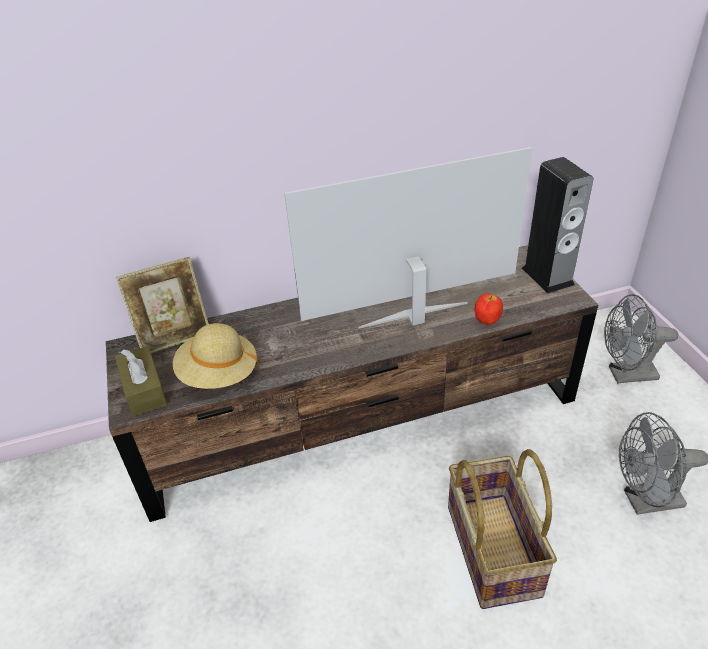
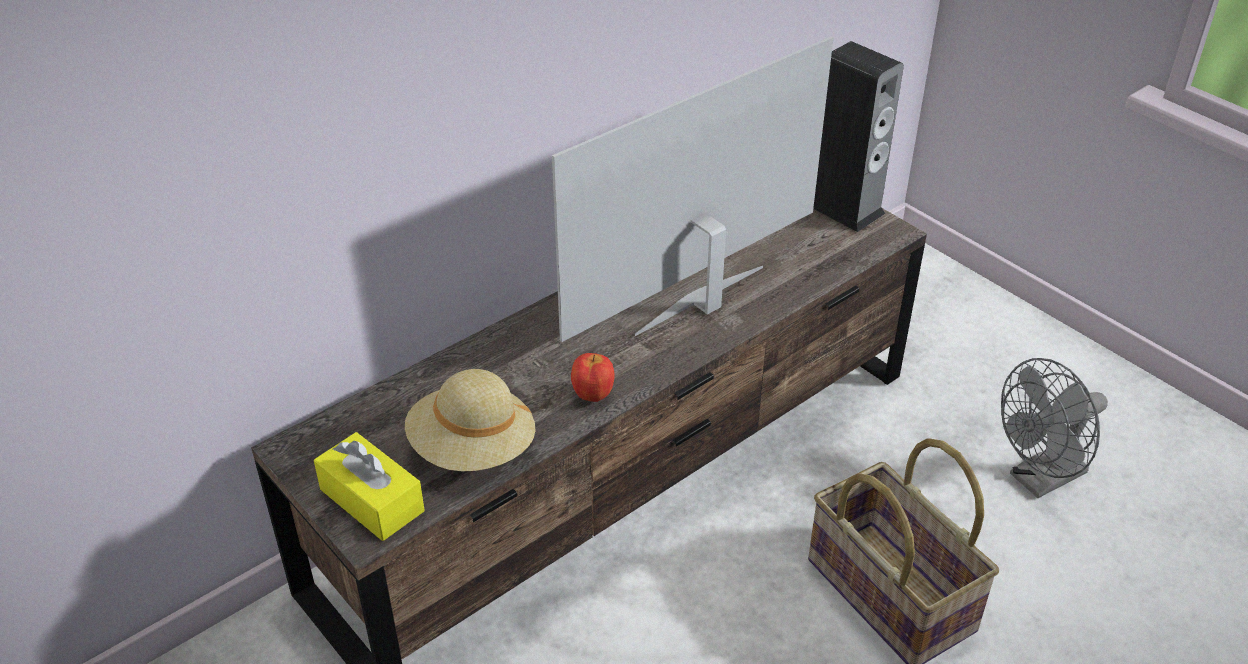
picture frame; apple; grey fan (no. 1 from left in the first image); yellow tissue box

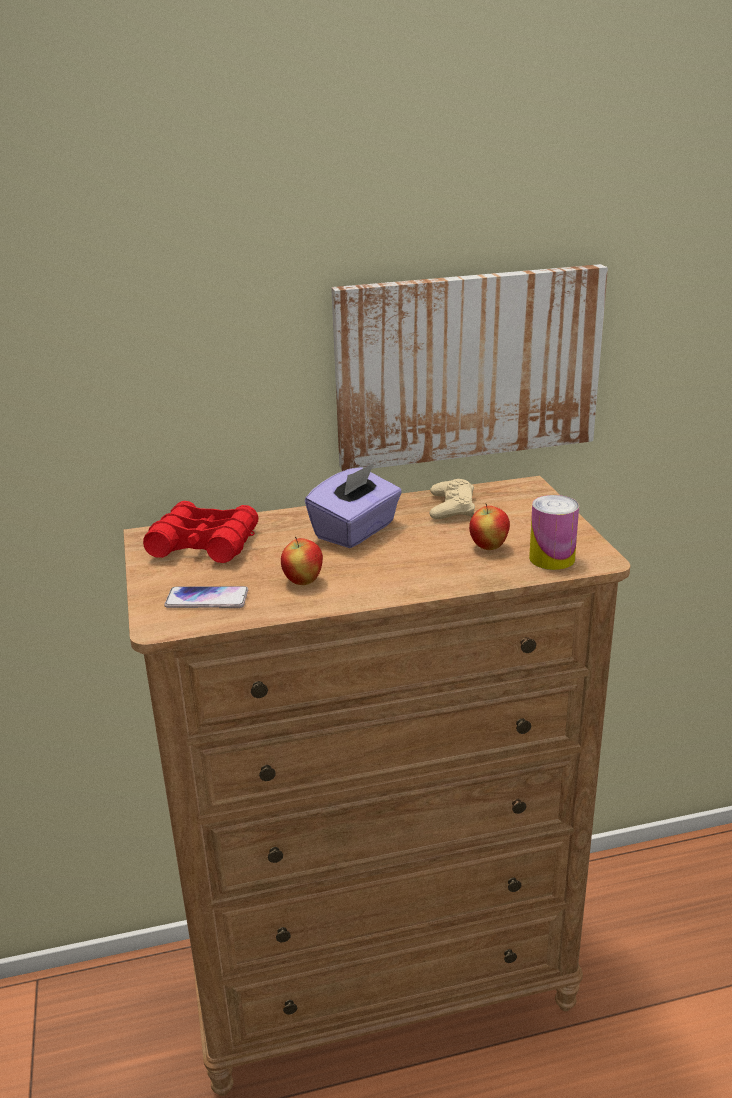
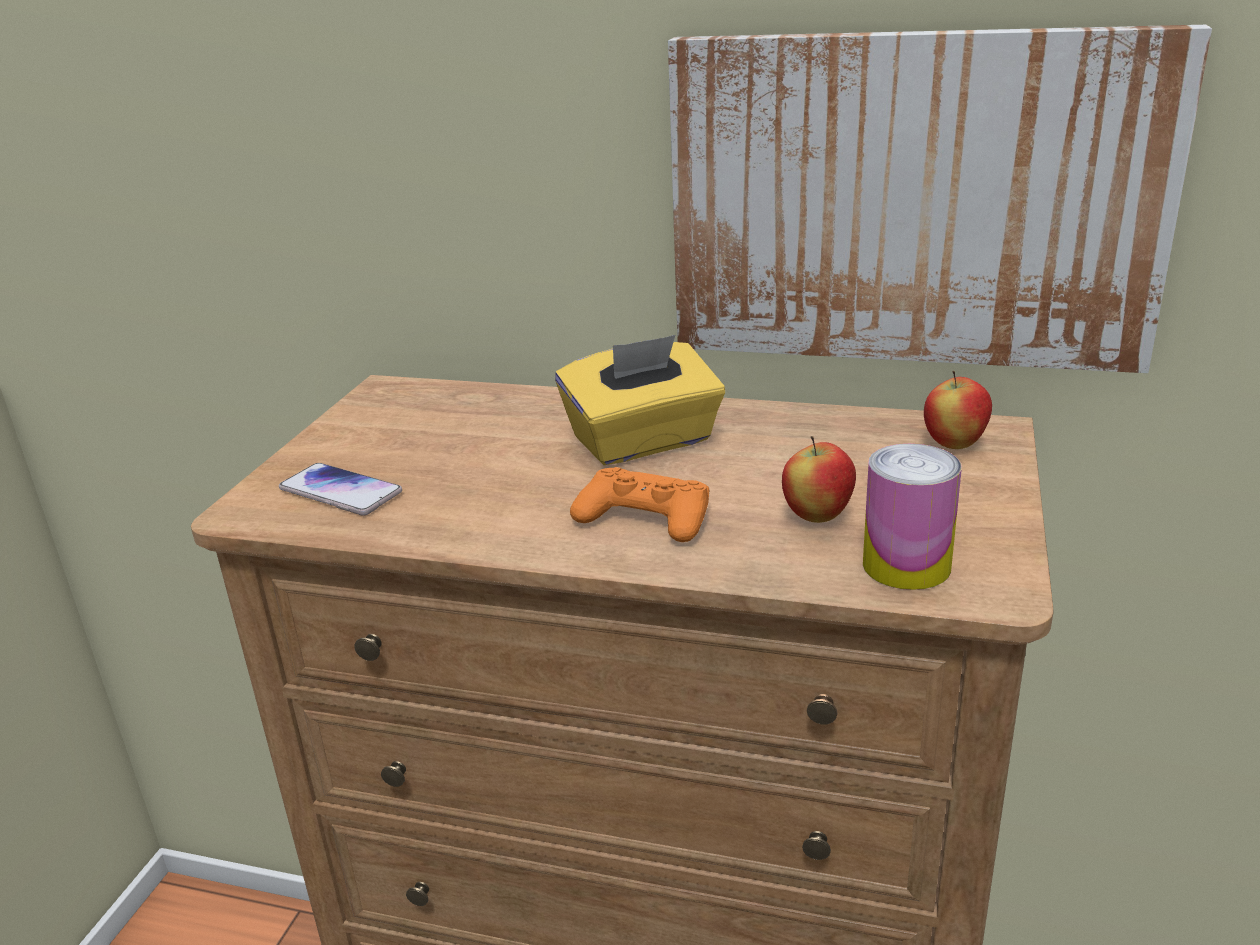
yellow tissue box; beige game controller; red binoculars; apple (no. 2 from left); orange game controller

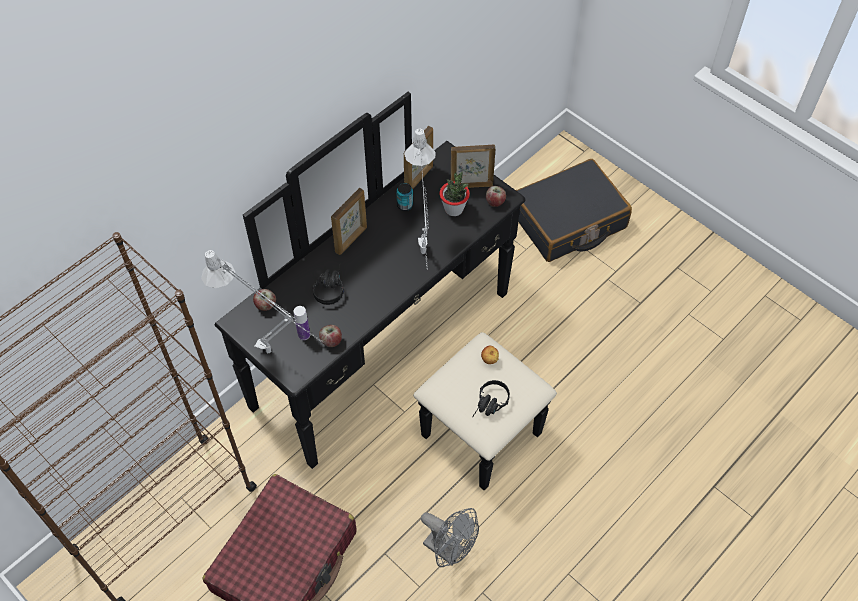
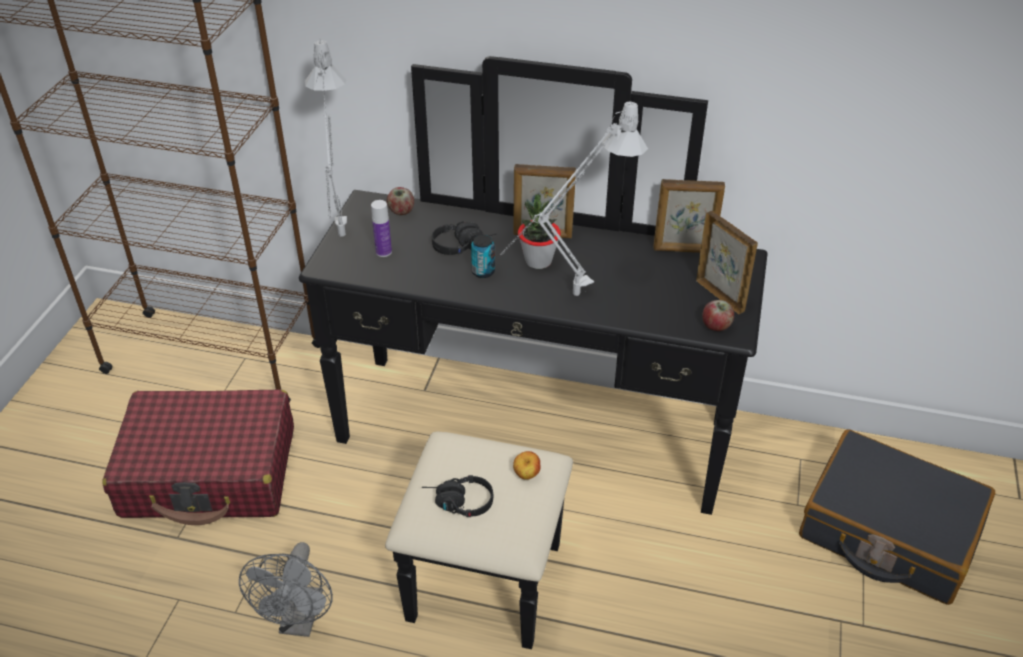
potted plant; can; apple (no. 2 from left in the first image)

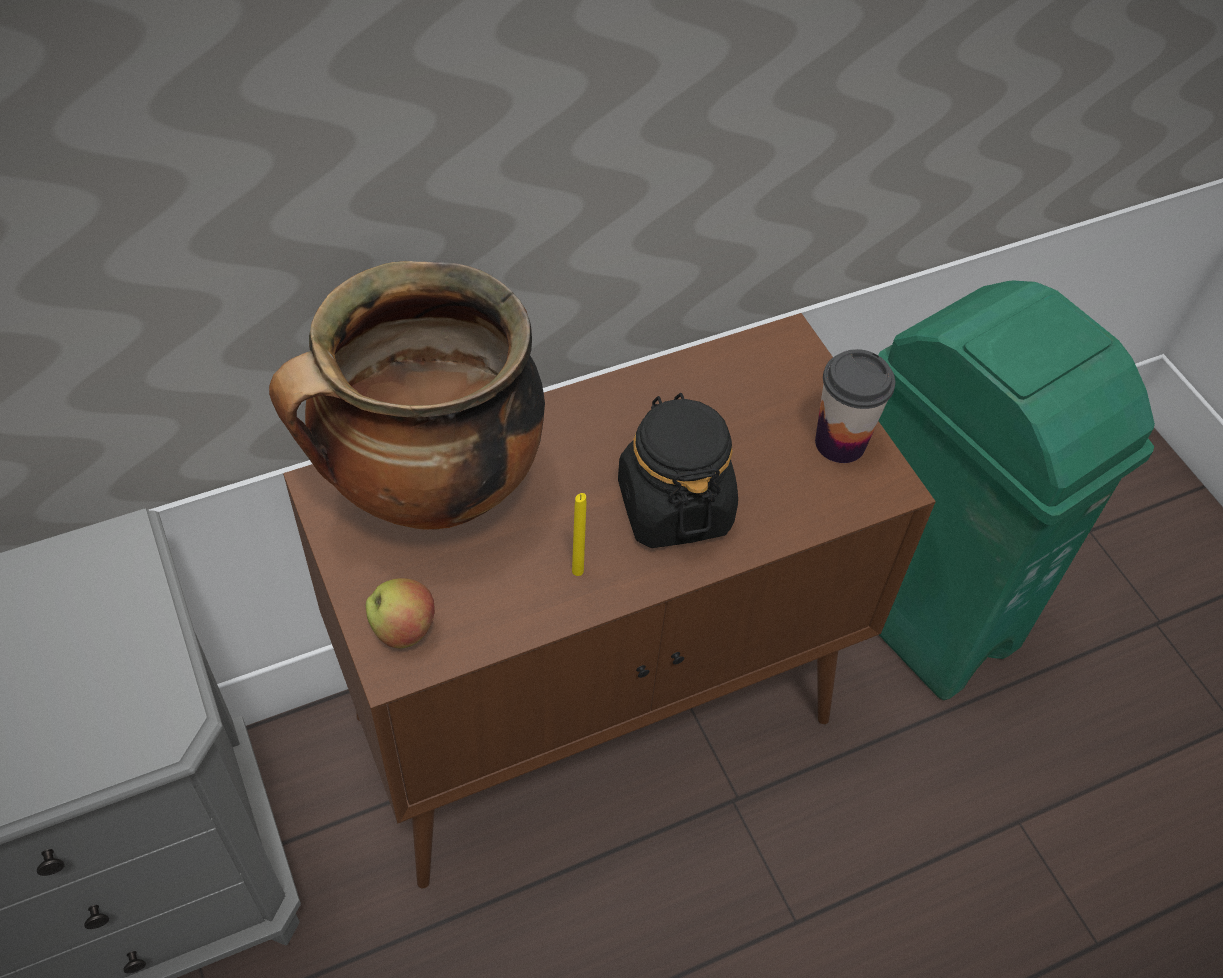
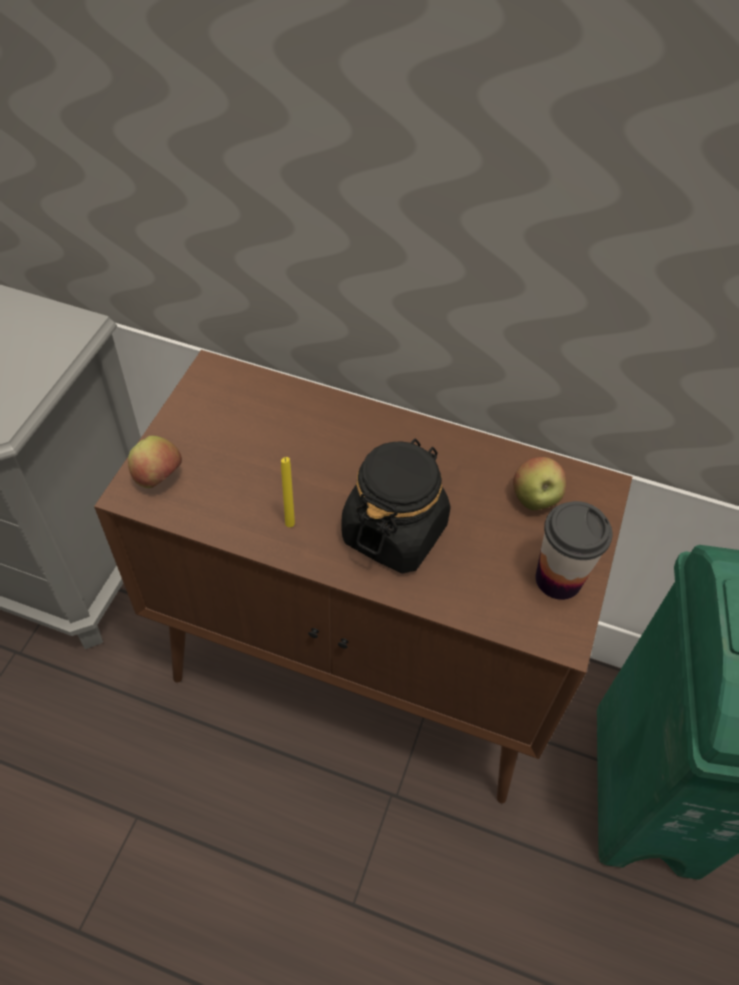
cooking pot; apple (no. 2 from left)

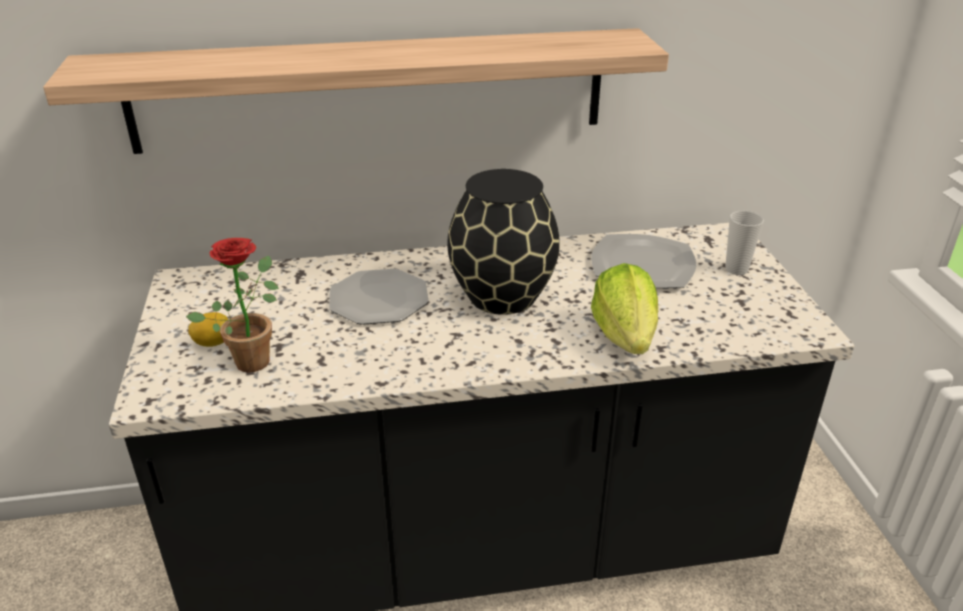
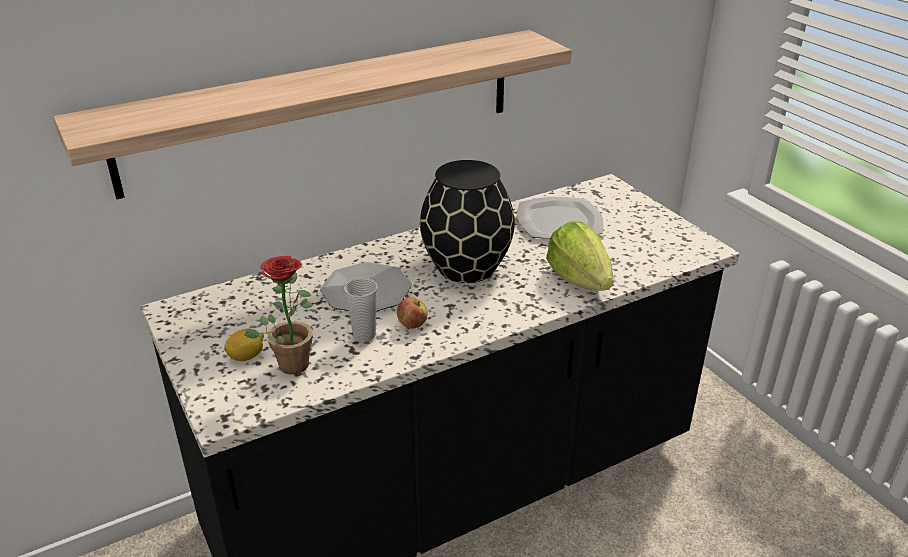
cup; apple

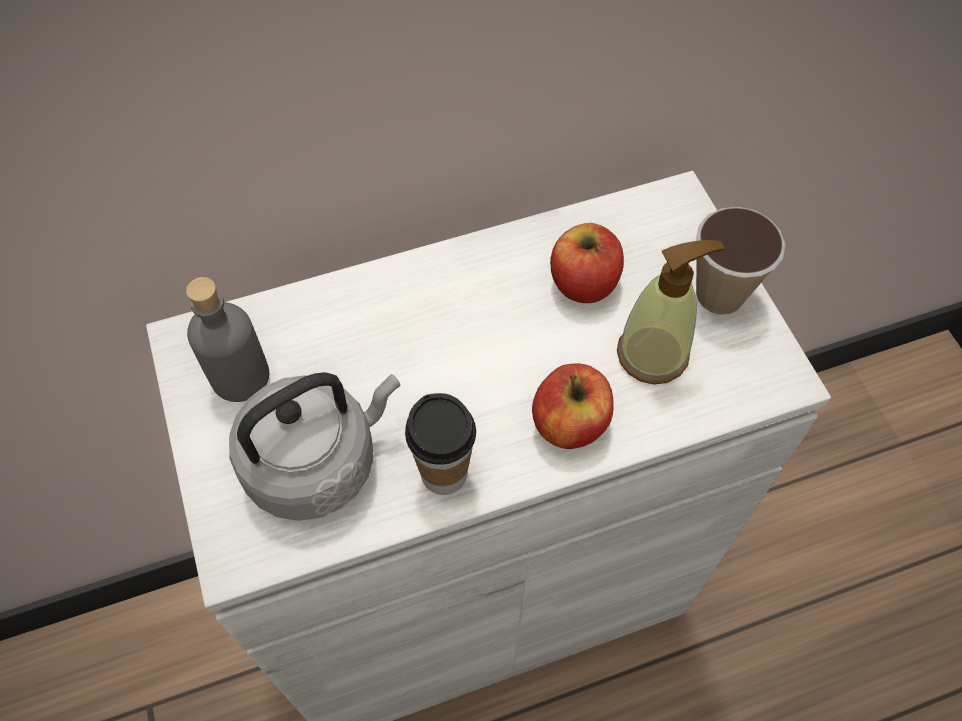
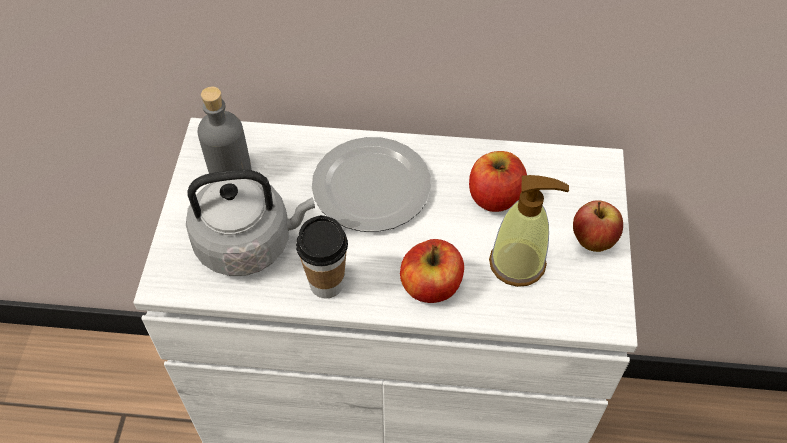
apple (no. 3 from left); plate

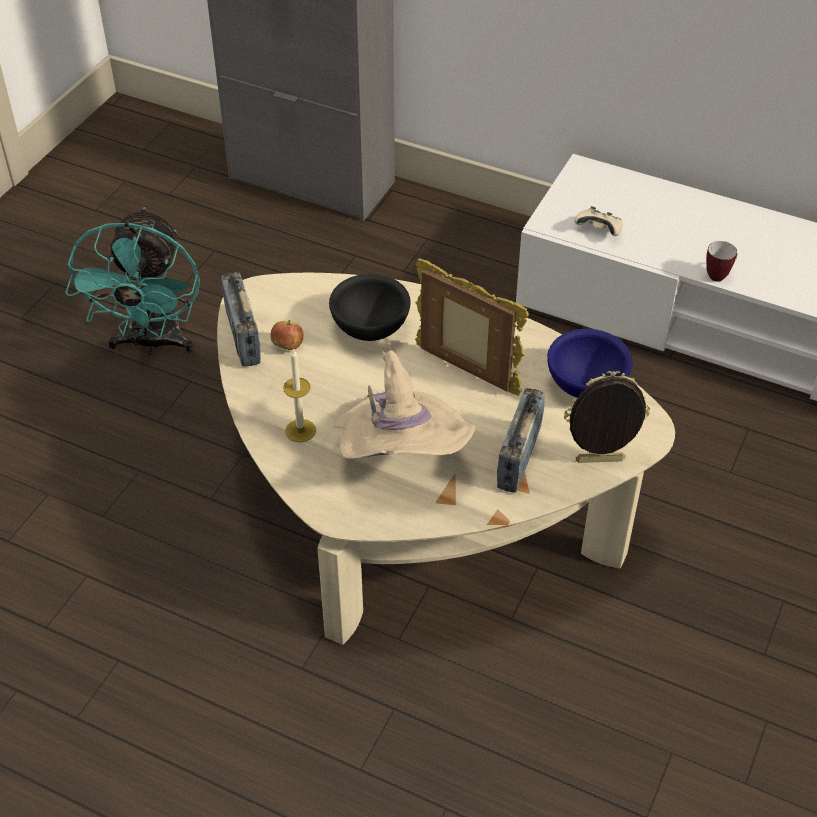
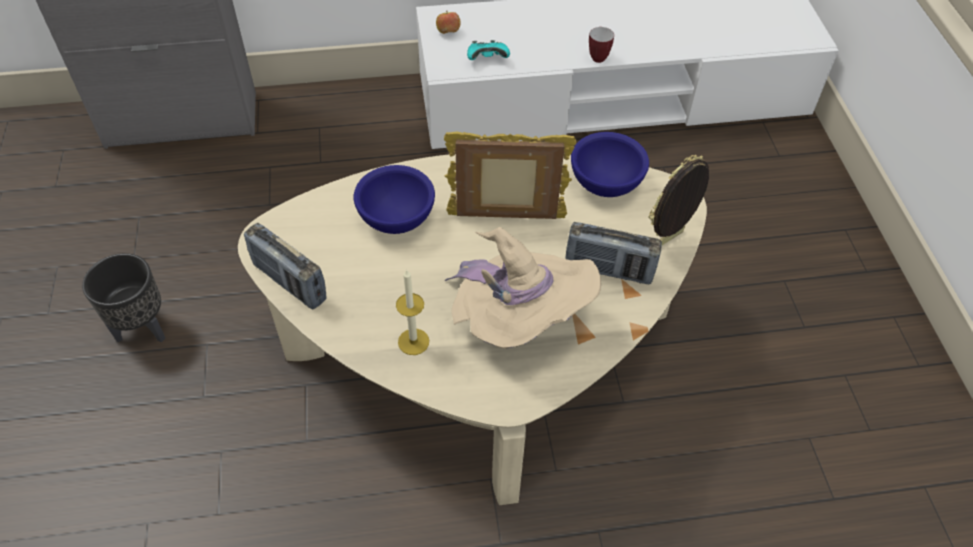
turquoise game controller; black planter; blue bowl (no. 1 from left); apple; radio (no. 2 from left)

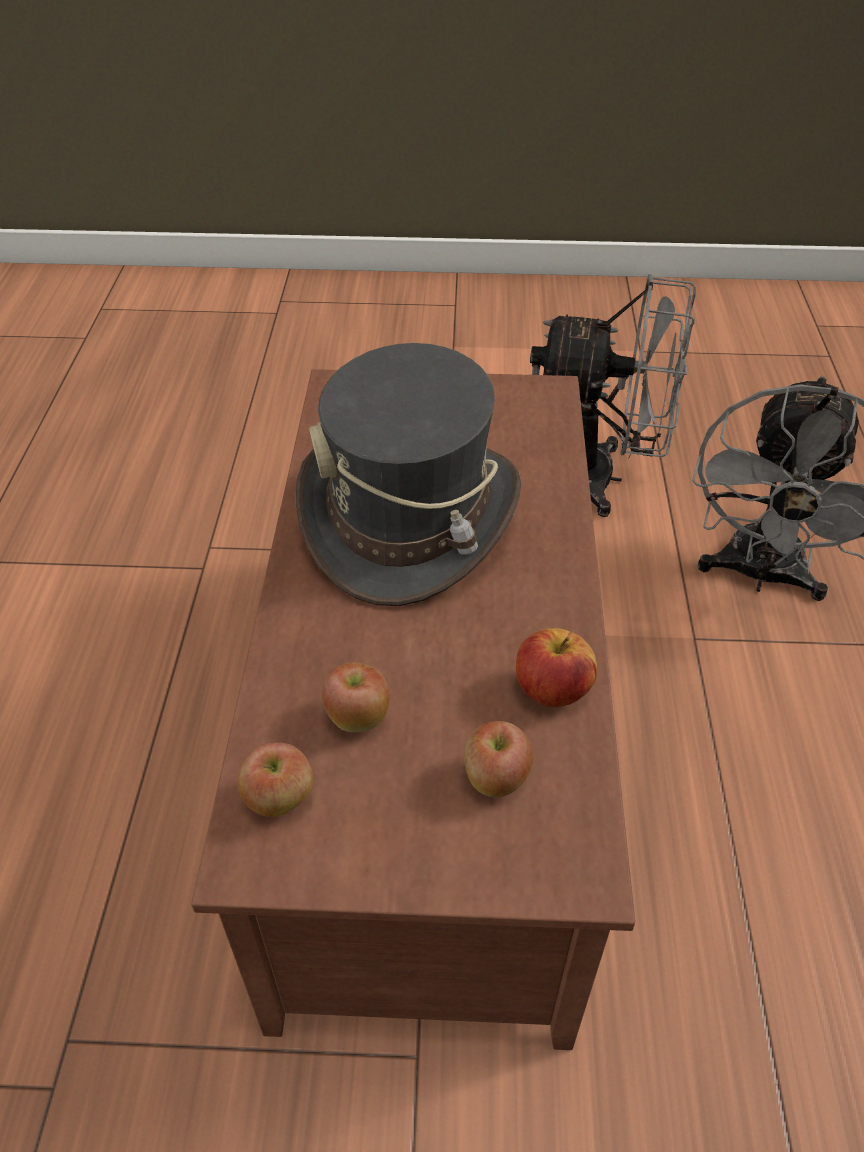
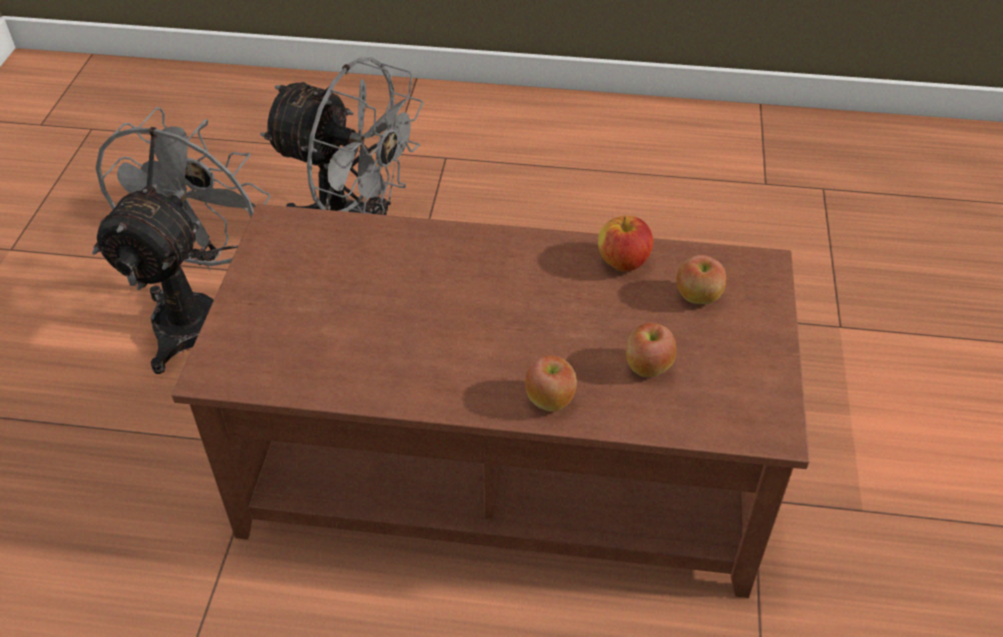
grey hat; apple (no. 1 from left)

